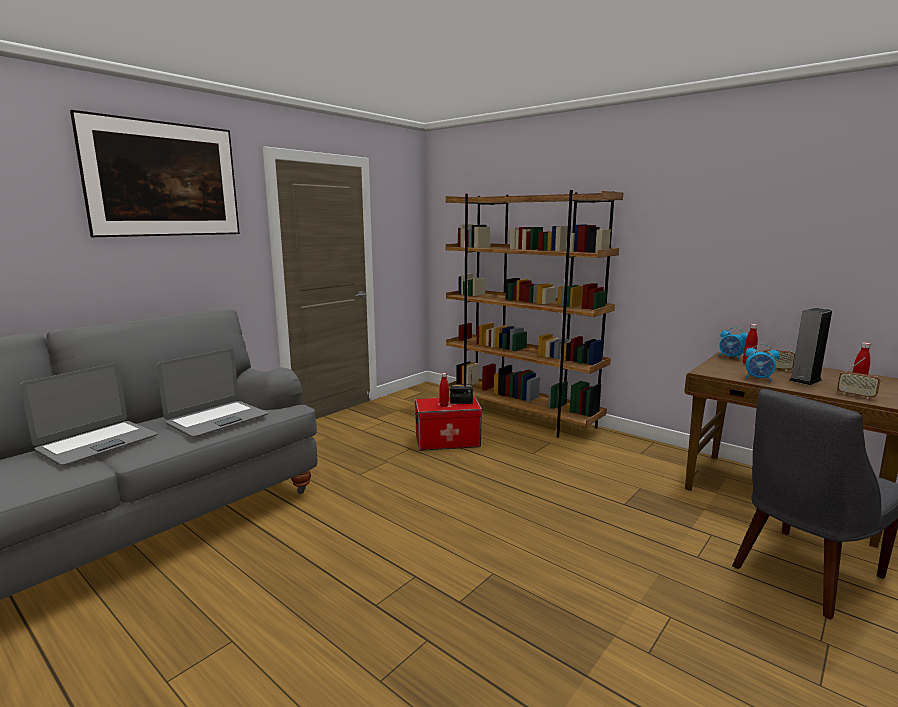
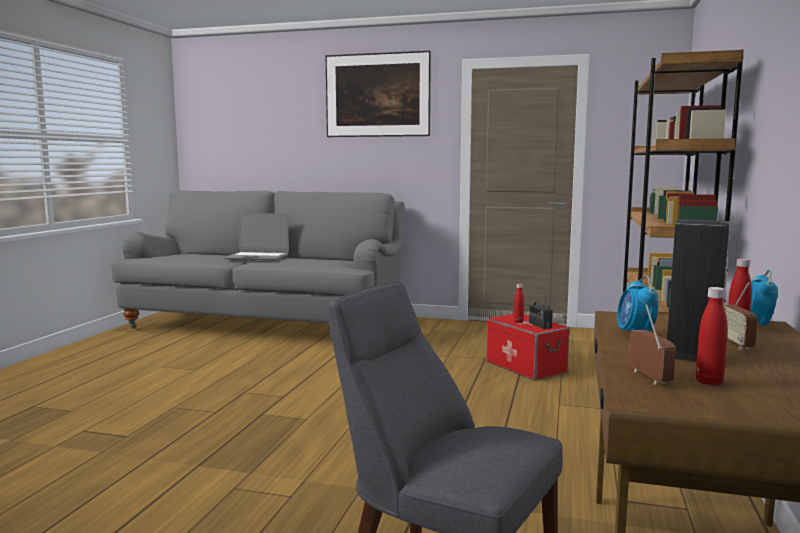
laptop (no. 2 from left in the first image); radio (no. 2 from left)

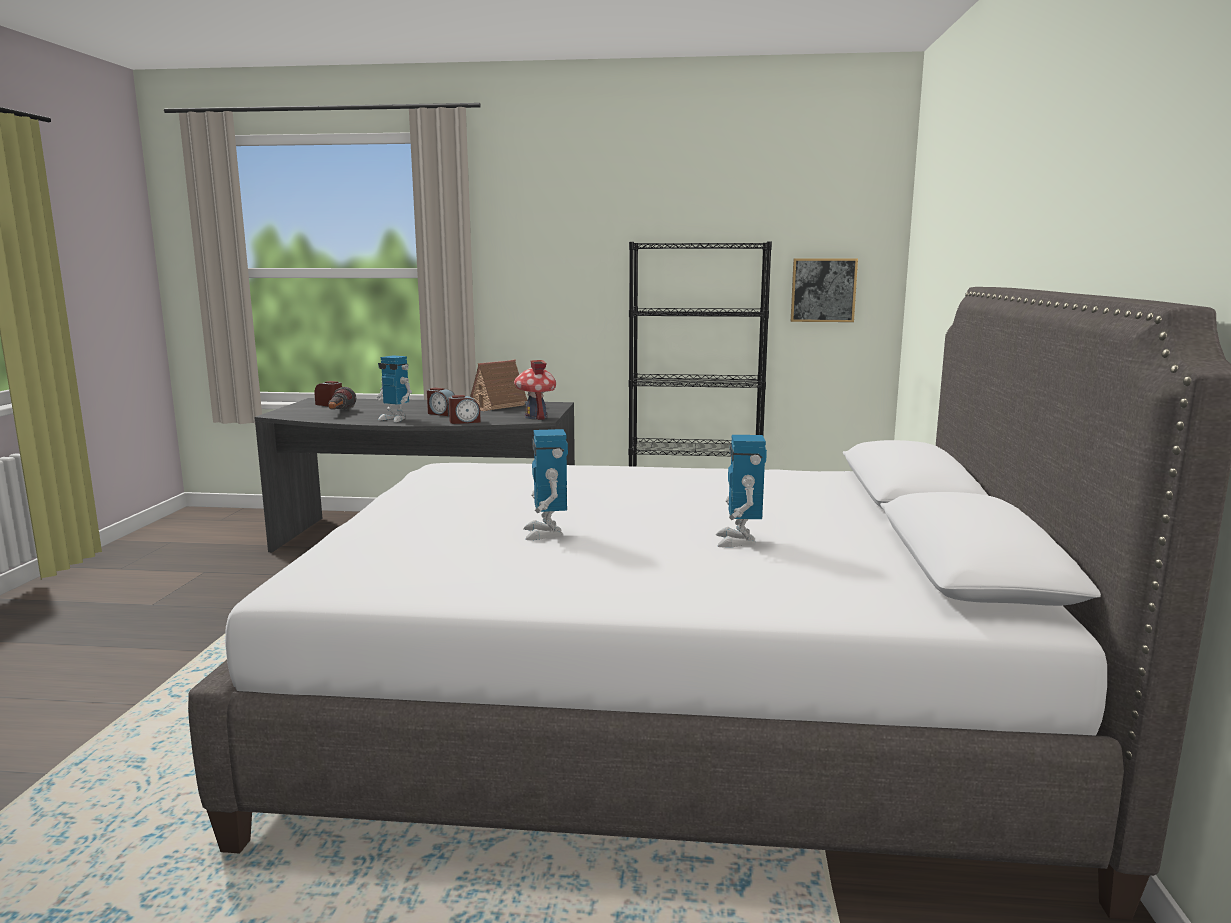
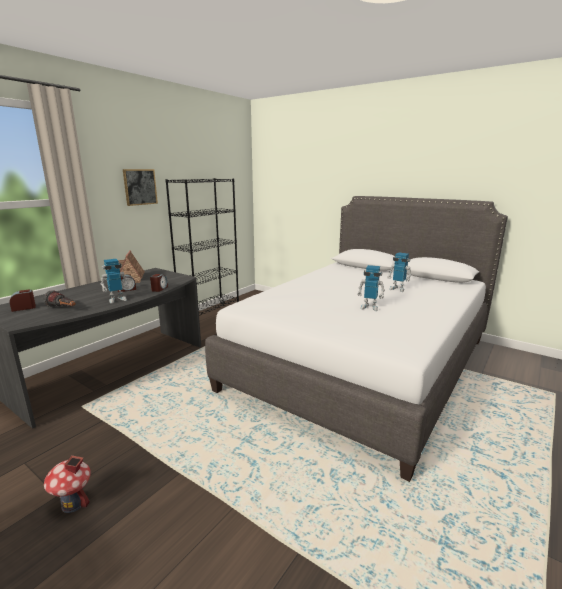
picture; toy house (no. 1 from left)

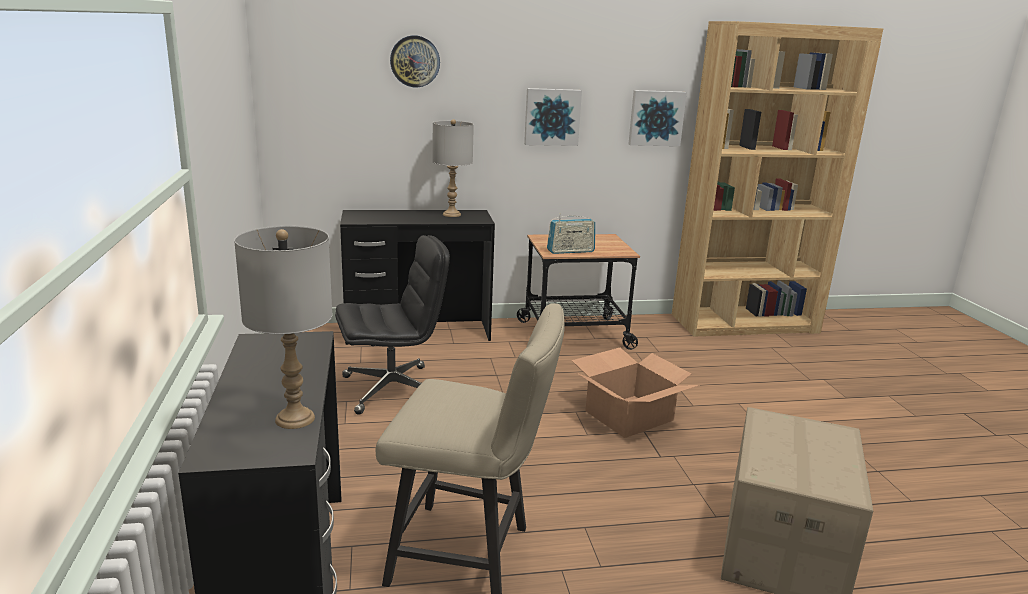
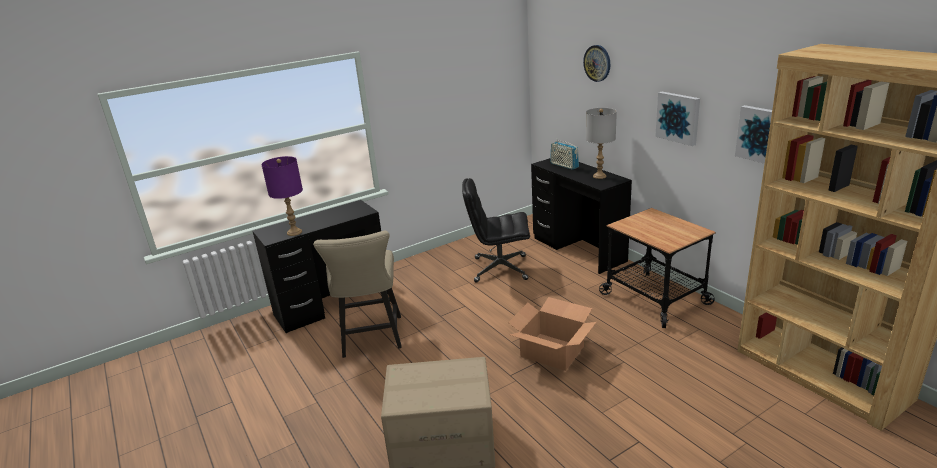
radio; purple table lamp; black office chair

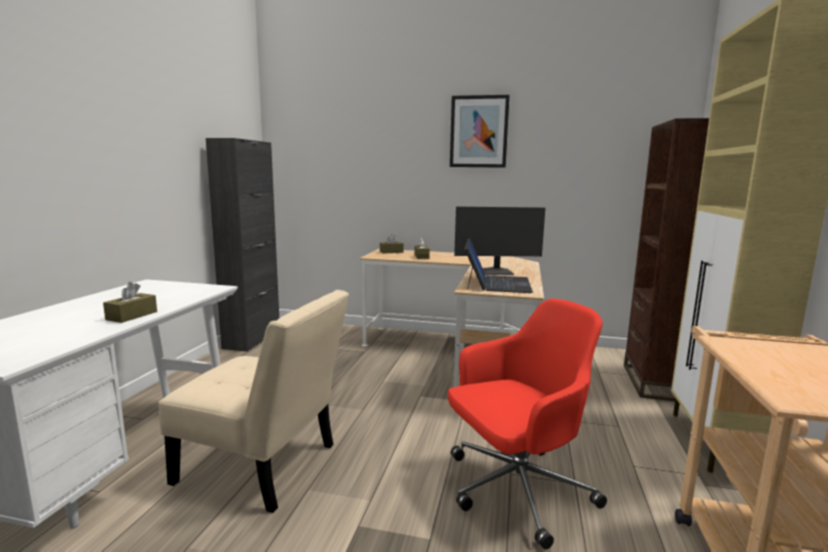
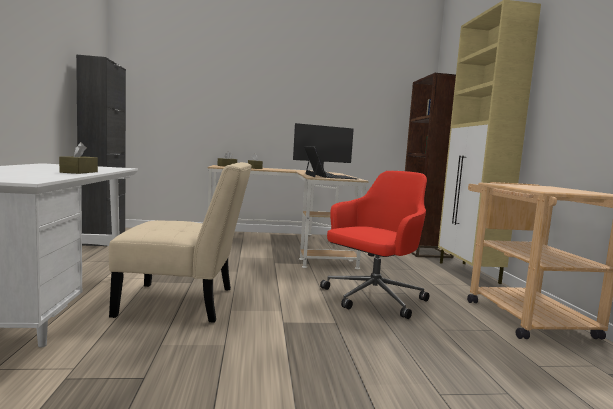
picture

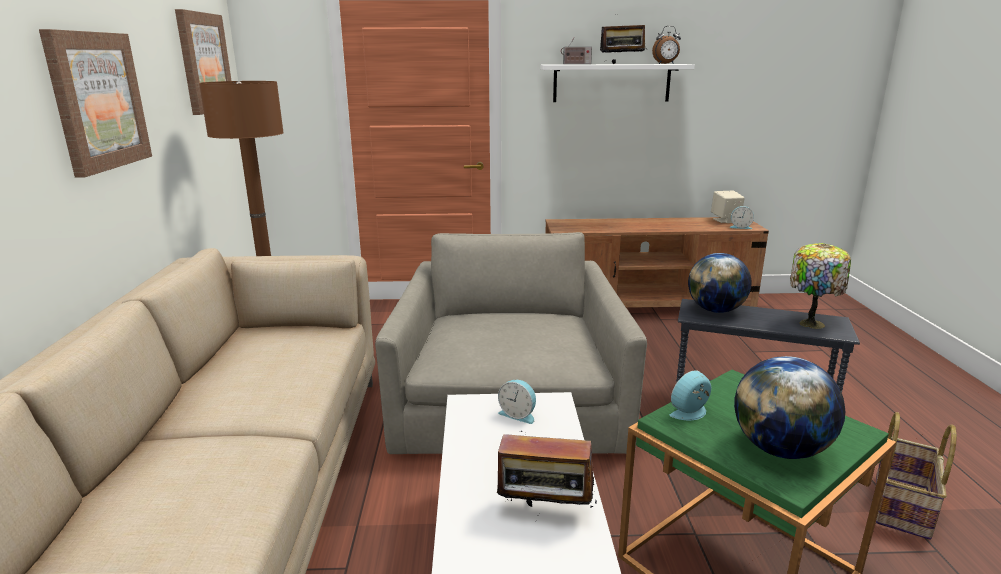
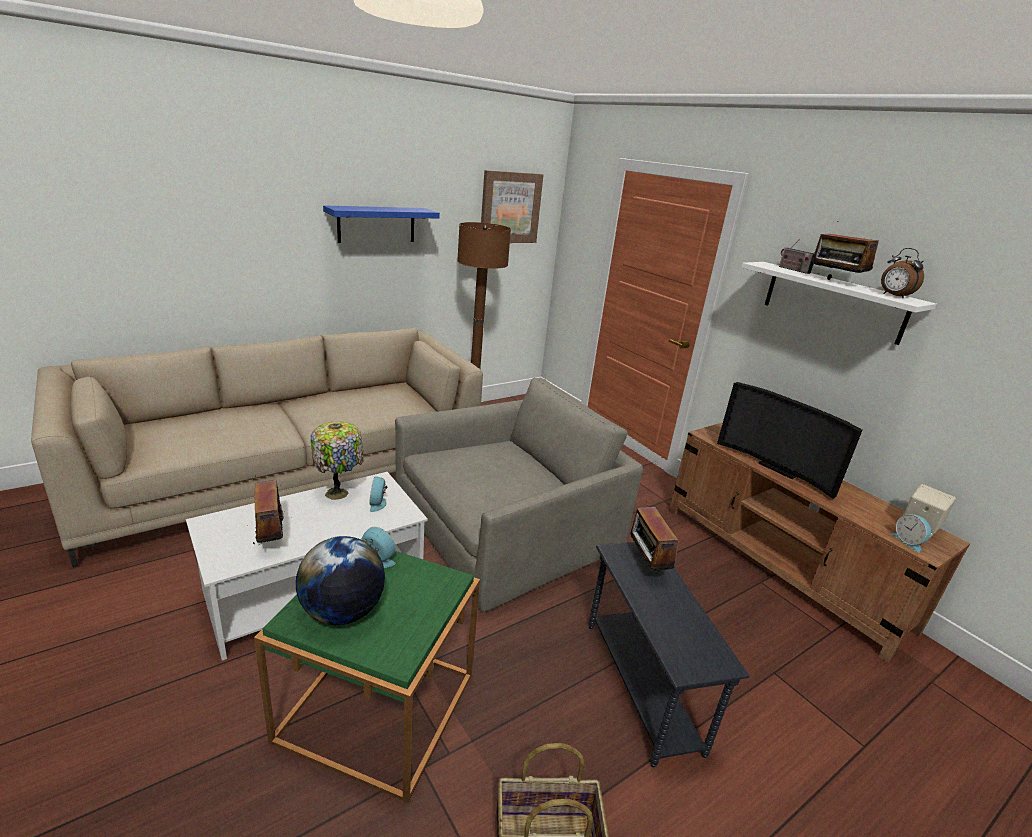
blue shelf; table lamp; radio (no. 2 from left); television

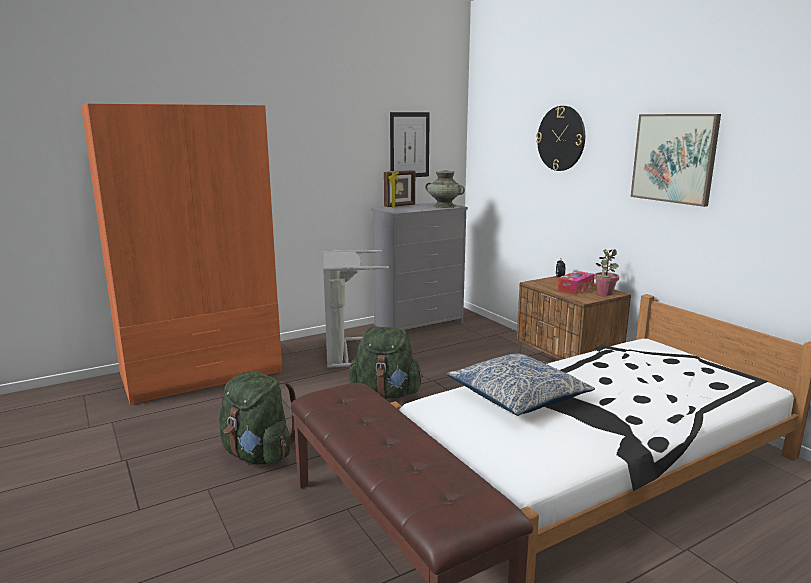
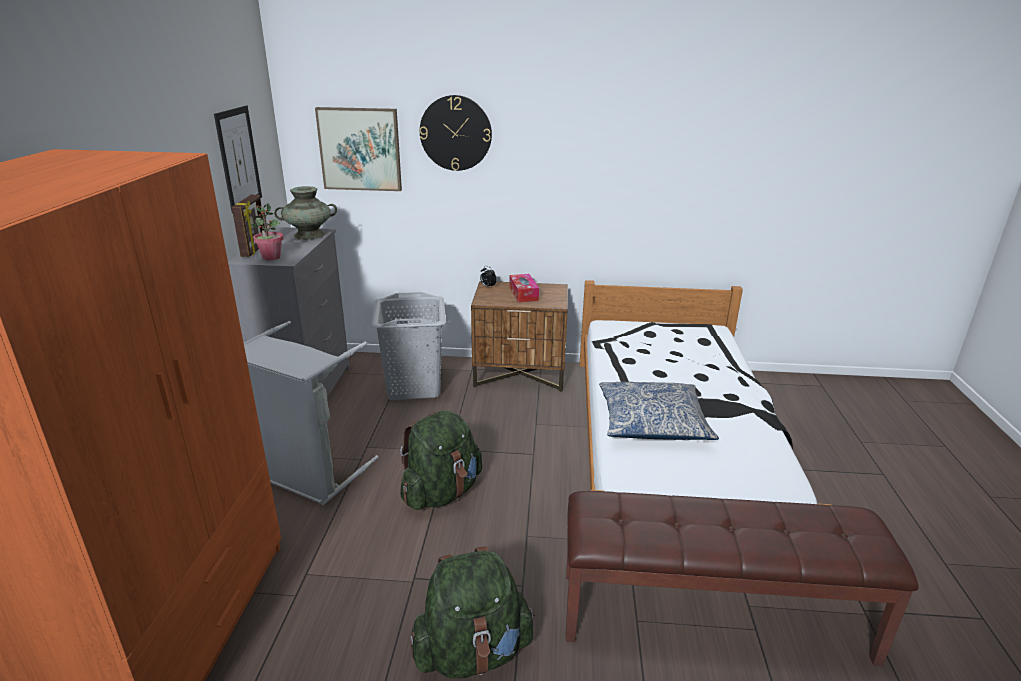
picture (no. 2 from left); potted plant; grey laundry basket (no. 2 from left)

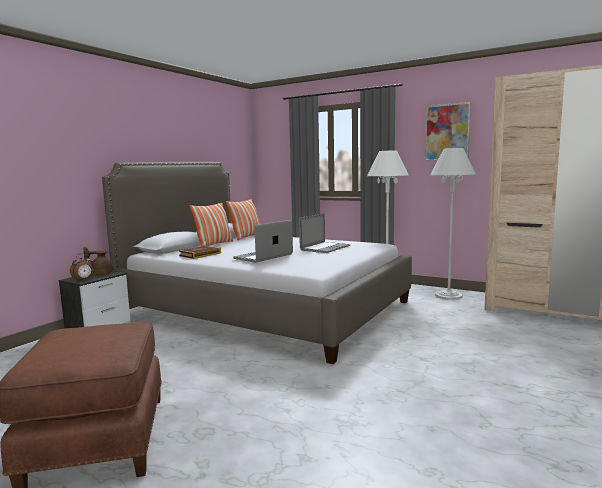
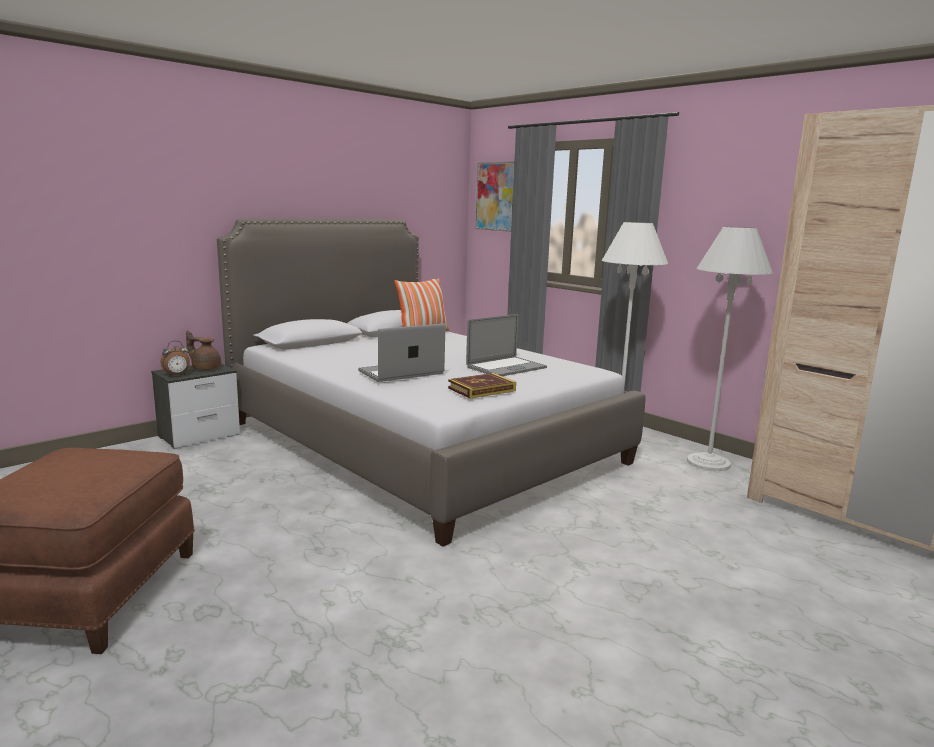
picture; pillow (no. 1 from left in the first image); book

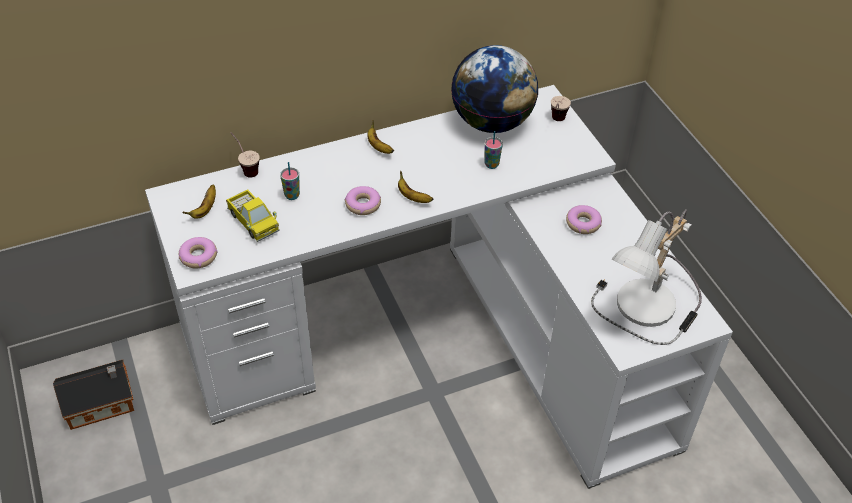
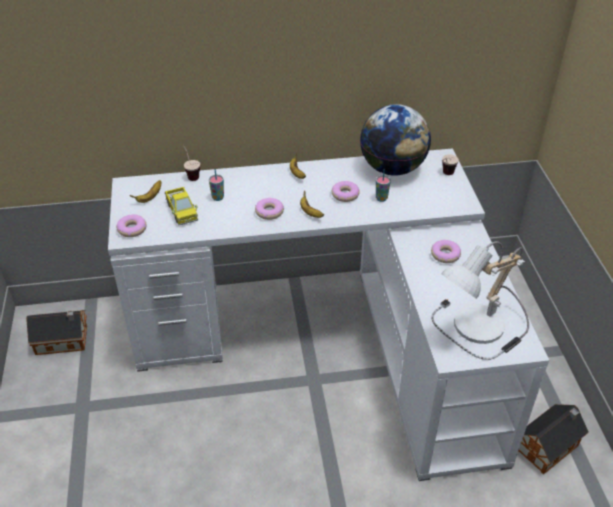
donut (no. 3 from left); toy house (no. 2 from left)

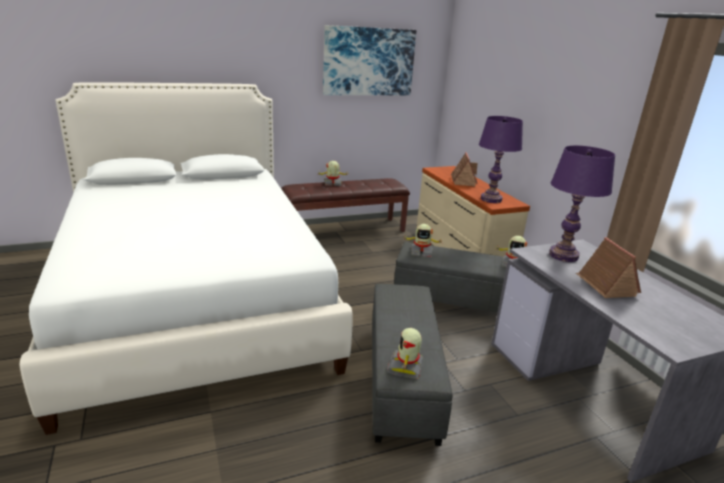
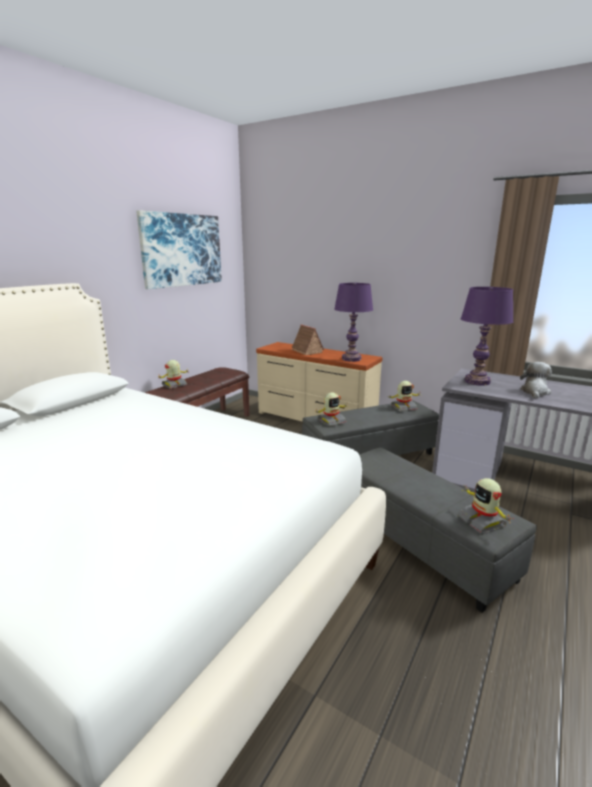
plush toy

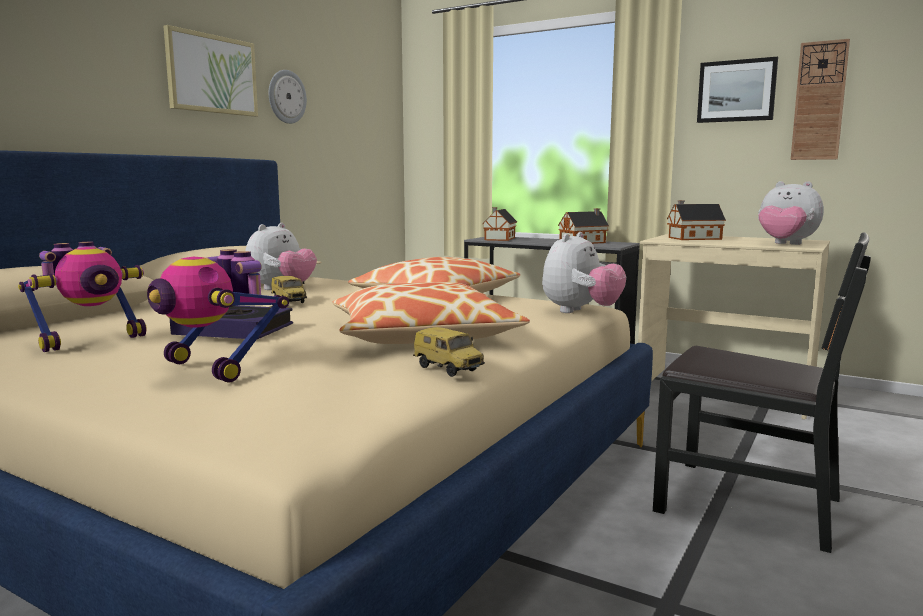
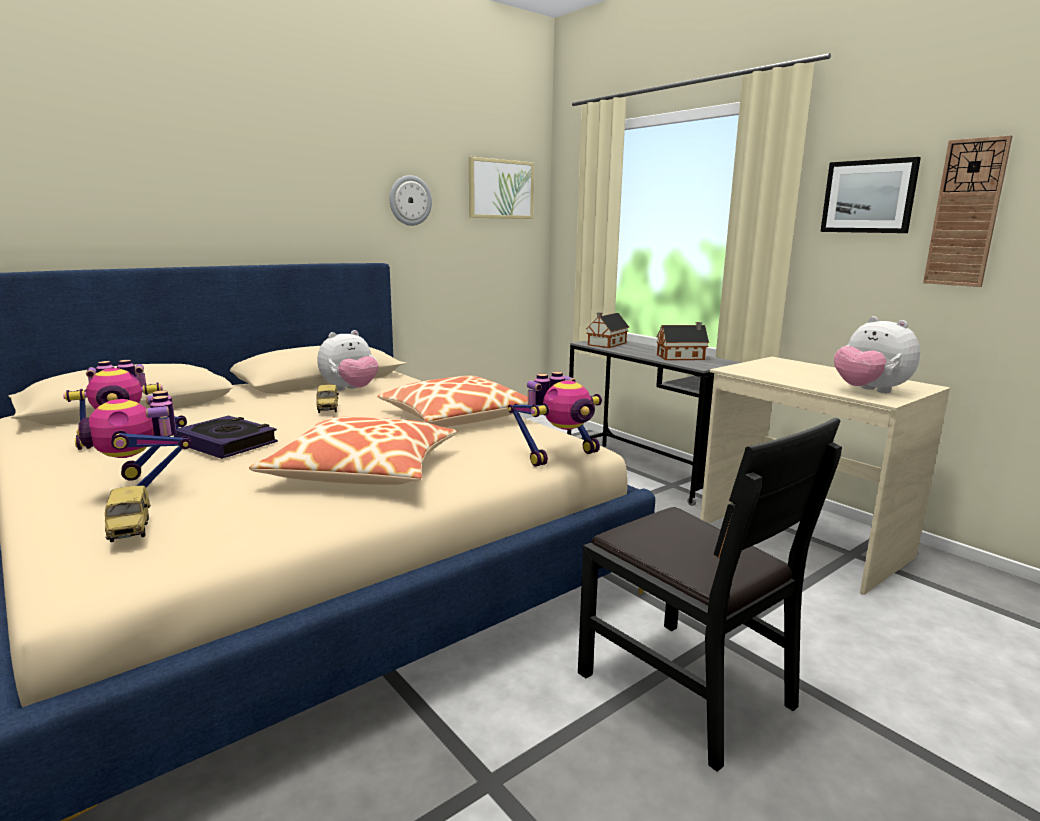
picture (no. 1 from left); toy house (no. 3 from left in the first image); toy robot (no. 3 from left); toy car (no. 1 from left)

